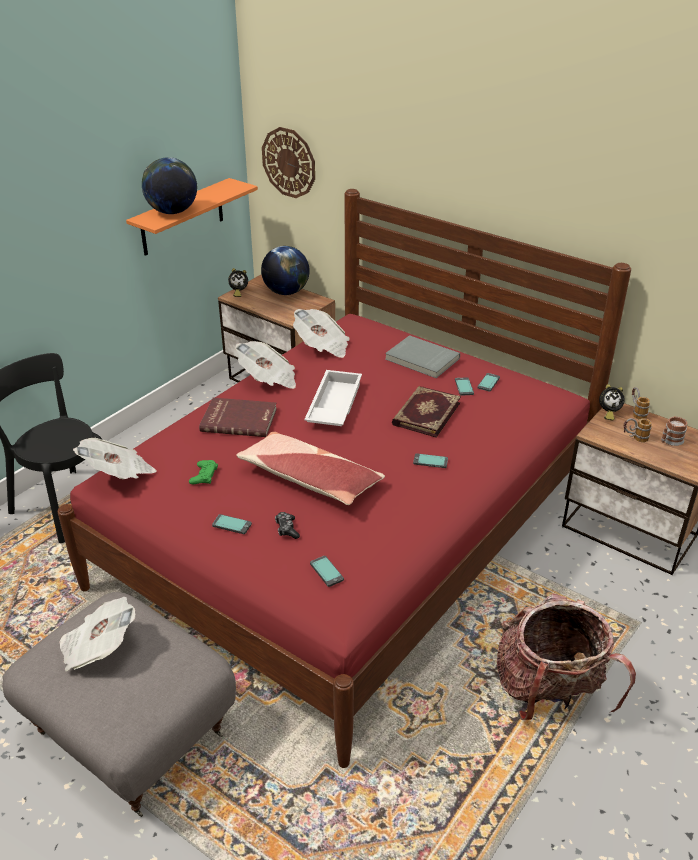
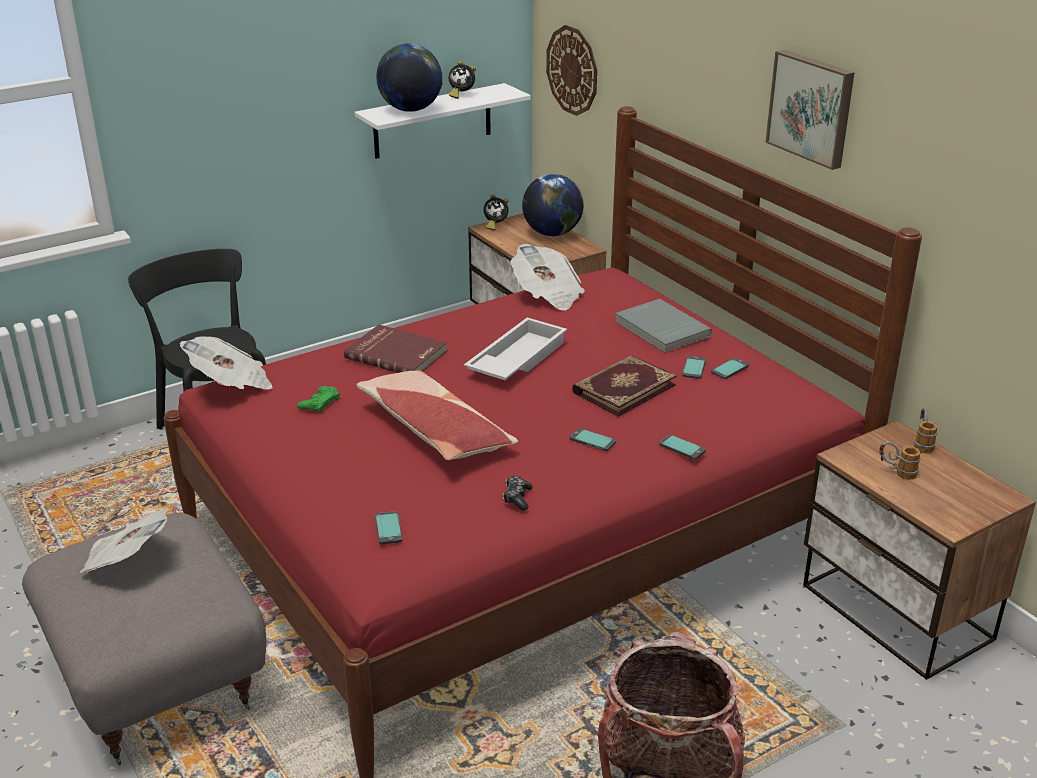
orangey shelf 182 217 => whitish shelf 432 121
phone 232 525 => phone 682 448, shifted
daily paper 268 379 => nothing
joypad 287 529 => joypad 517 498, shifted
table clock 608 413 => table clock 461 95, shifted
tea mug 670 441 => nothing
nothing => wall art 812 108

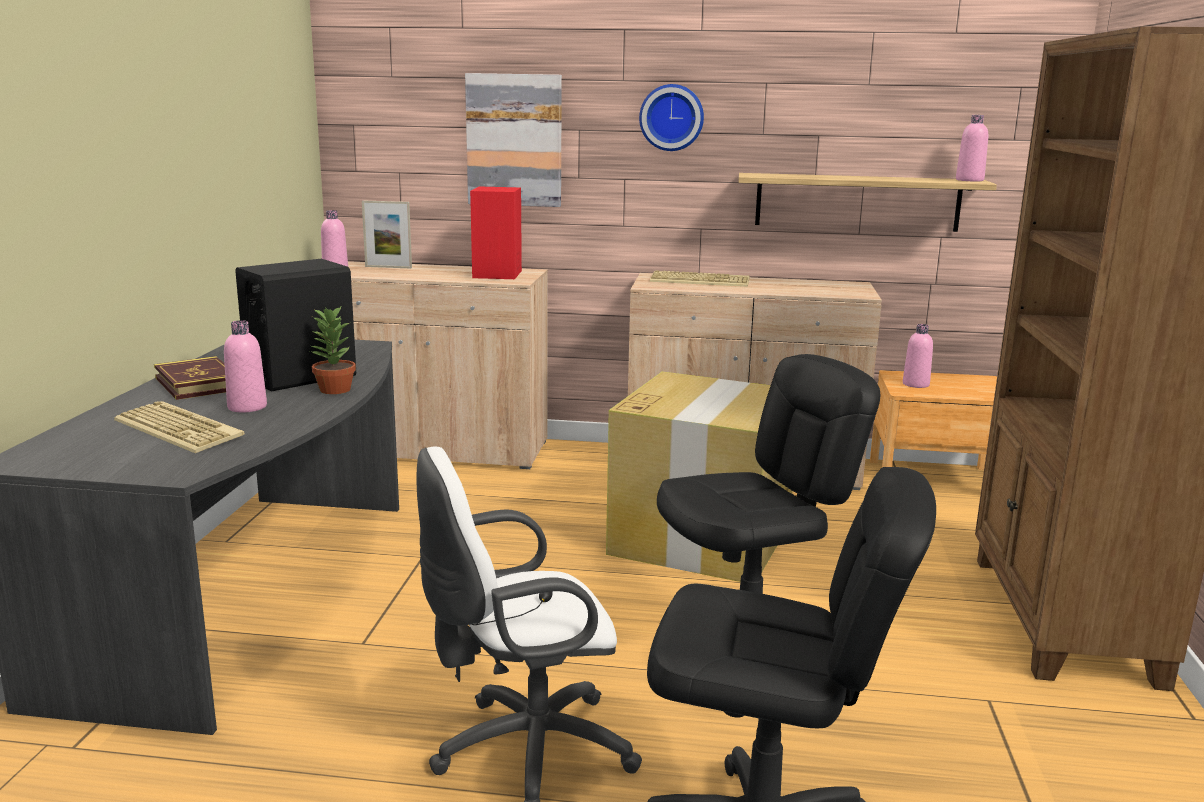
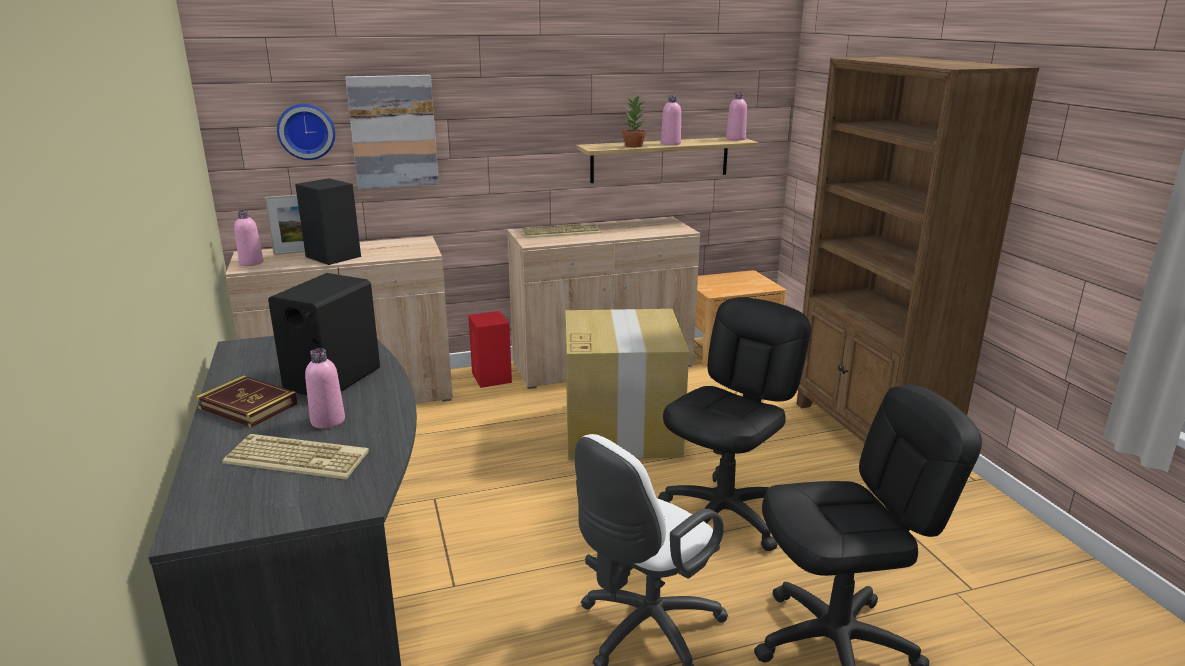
plant in a pot 334 390 => plant in a pot 633 146, shifted
red-coloured loudspeaker 497 274 => red-coloured loudspeaker 492 378, shifted
hanging clock 671 117 => hanging clock 306 131, shifted
pinkish bottle 915 384 => pinkish bottle 670 143, shifted
nothing => black loudspeaker 334 257

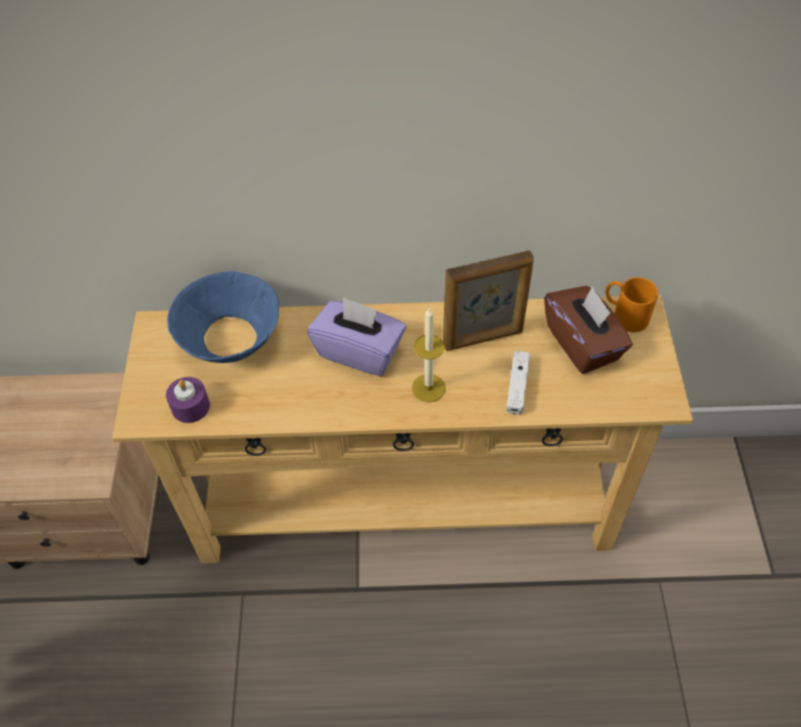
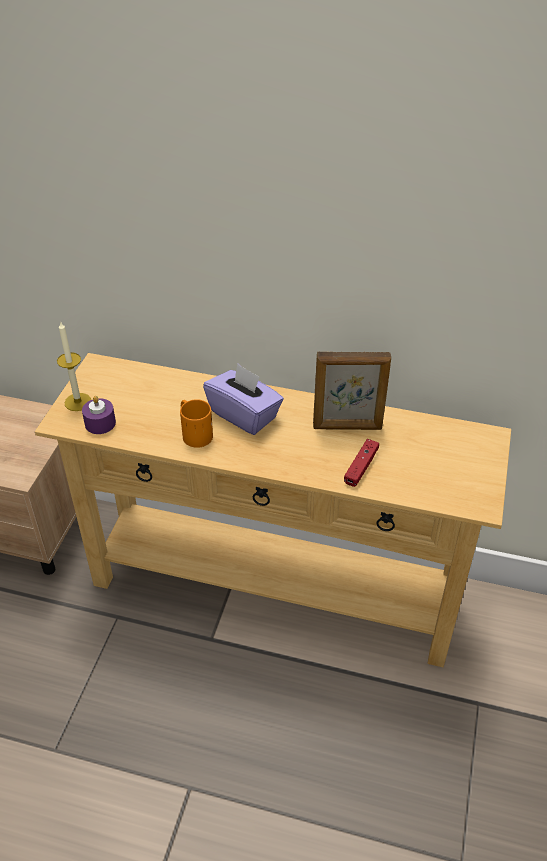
bluish serving bowl 230 340 => nothing
candle 428 388 => candle 78 402, shifted
whitish joypad 517 386 => red-coloured joypad 361 467
brown tissue holder 583 343 => nothing
orangey tea mug 624 315 => orangey tea mug 194 433, shifted

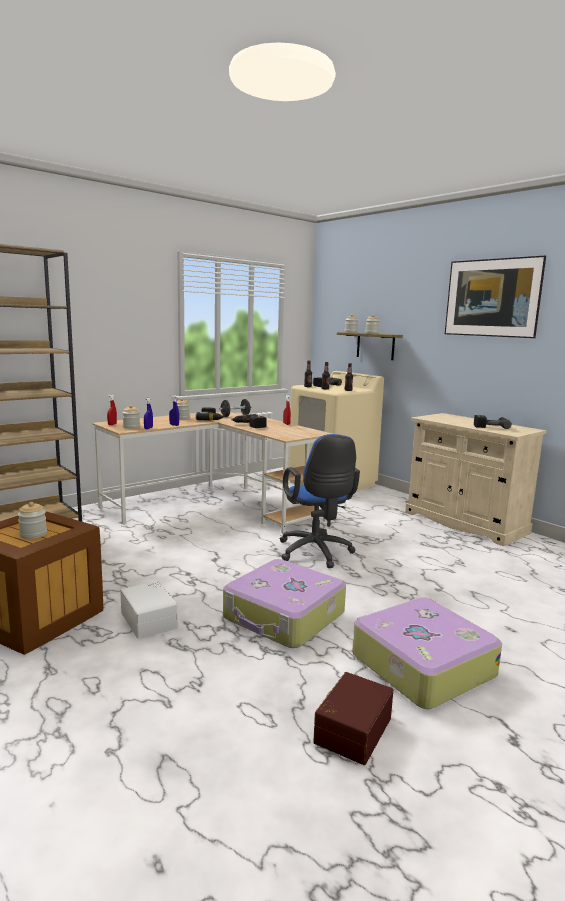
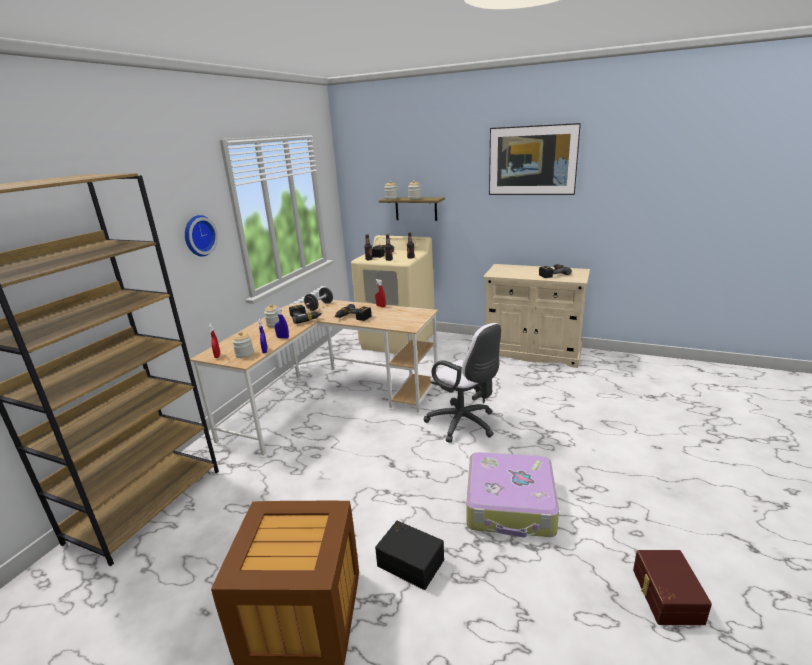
jar 33 534 => nothing
whitish storage container 150 619 => black storage container 411 561
bluish computer chair 316 553 => whitish computer chair 464 424
travel case 420 665 => nothing
nothing => hanging clock 198 235

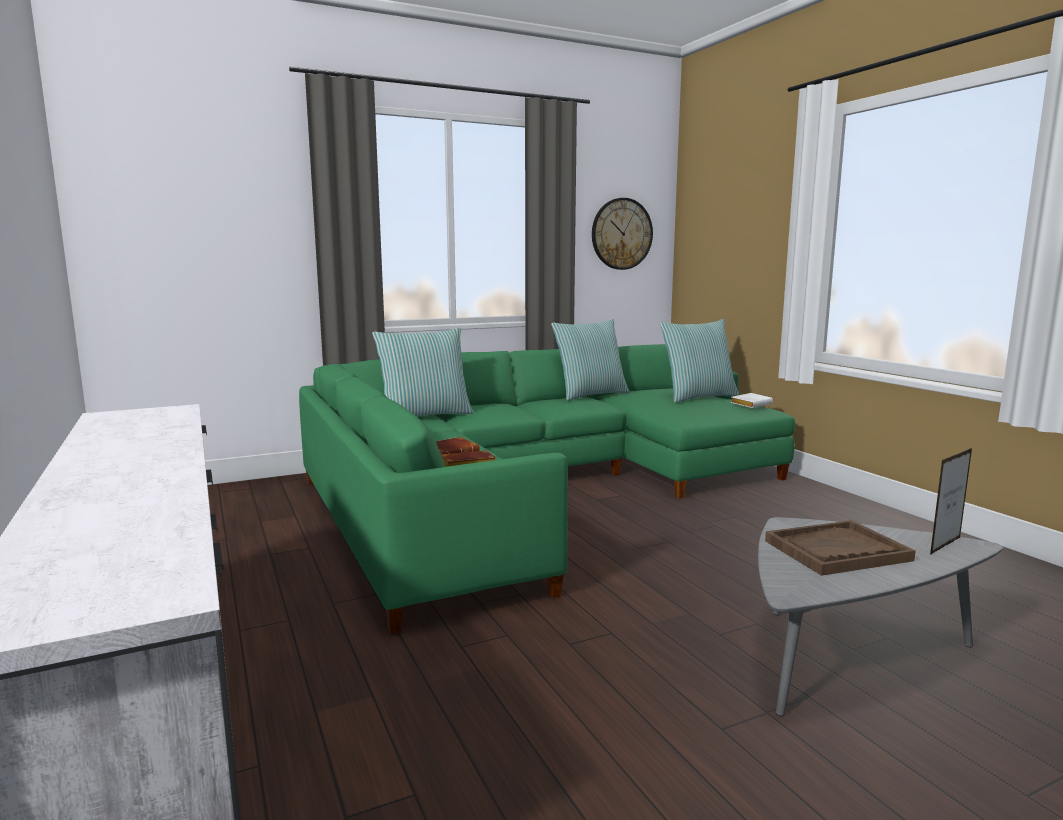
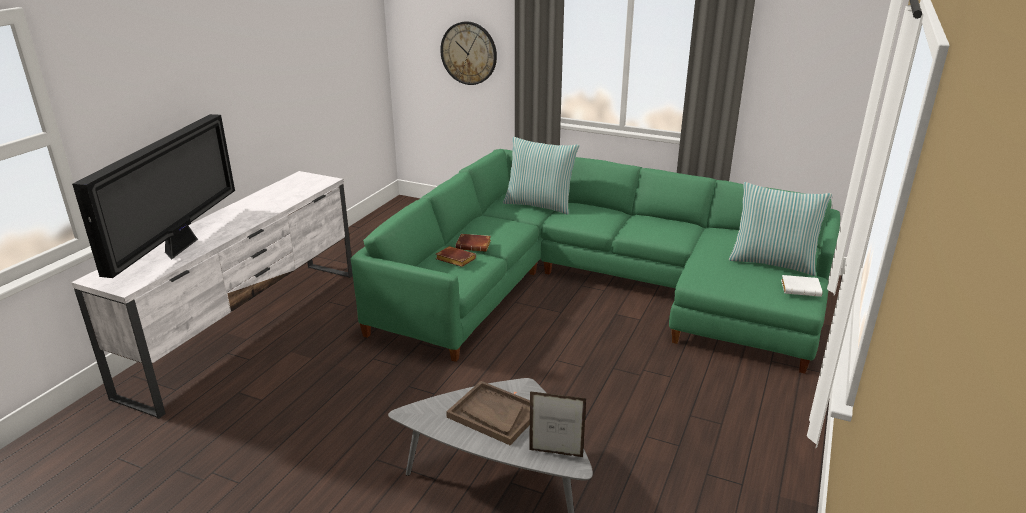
cushion 590 395 => nothing
hanging clock 621 234 => hanging clock 469 53, shifted
nothing => TV 181 247

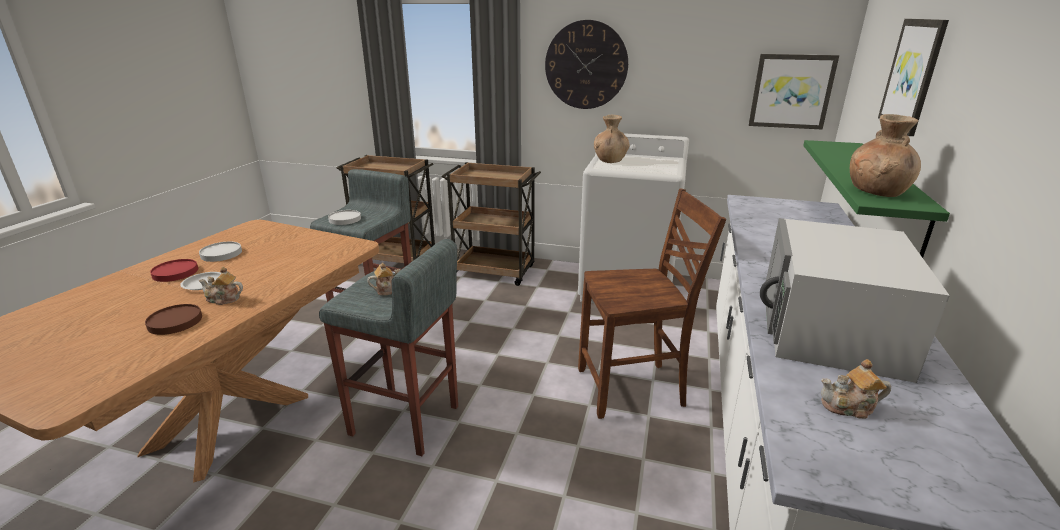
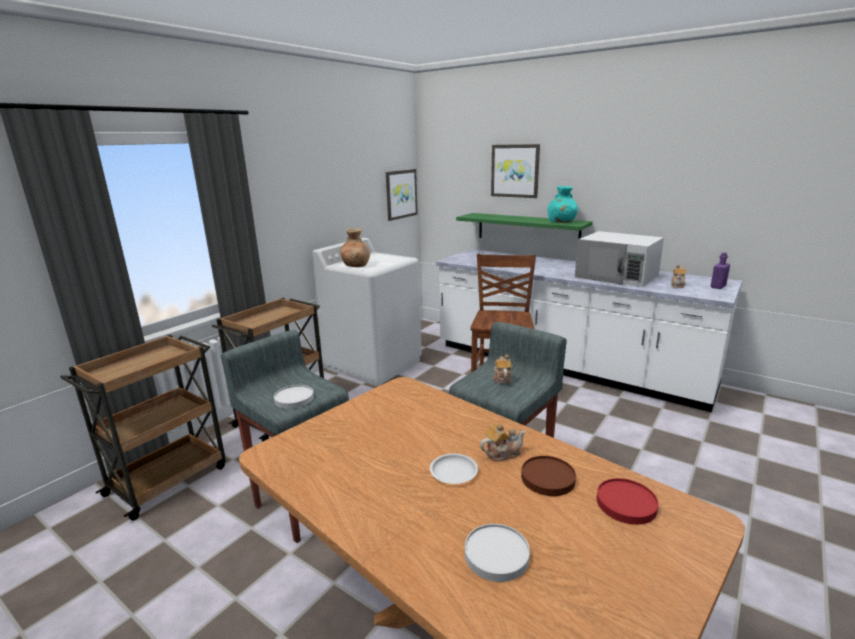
red-coloured dinner plate 175 272 => red-coloured dinner plate 625 503, shifted
whitish dinner plate 221 253 => whitish dinner plate 496 555, shifted
teapot 223 299 => teapot 502 453, 135 degrees counterclockwise
hanging clock 586 65 => nothing
brown flower vase 877 192 => turquoise-coloured flower vase 561 222
nothing => purple bottle 718 287

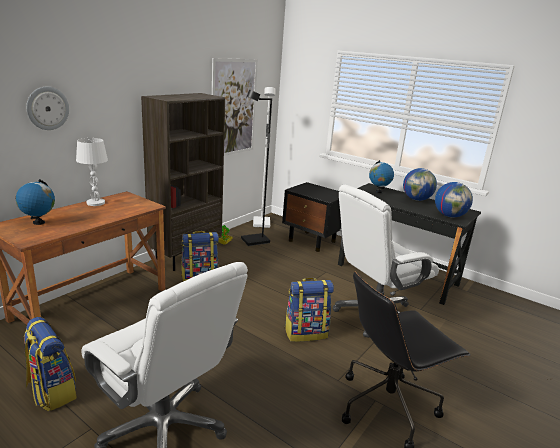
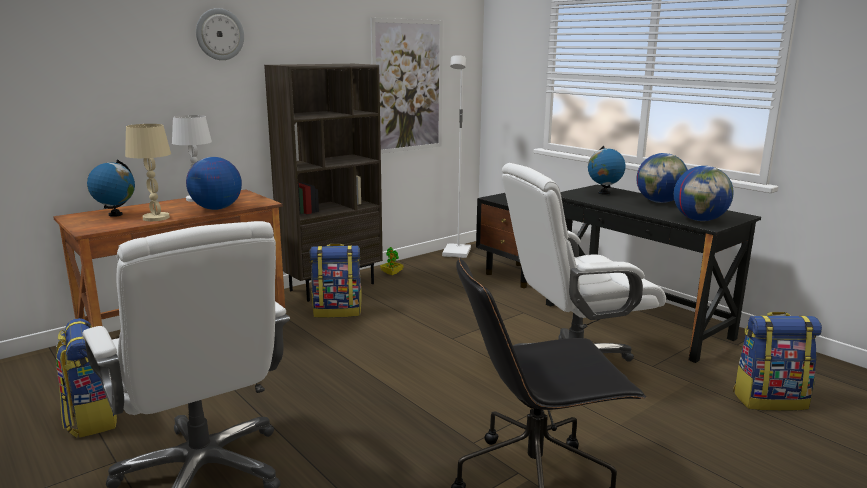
hanging clock 47 108 => hanging clock 219 34, shifted
black standing lamp 255 241 => nothing
backpack 306 333 => backpack 769 400, shifted
nothing => sand-coloured tabletop lamp 156 218
nothing => world globe 216 209

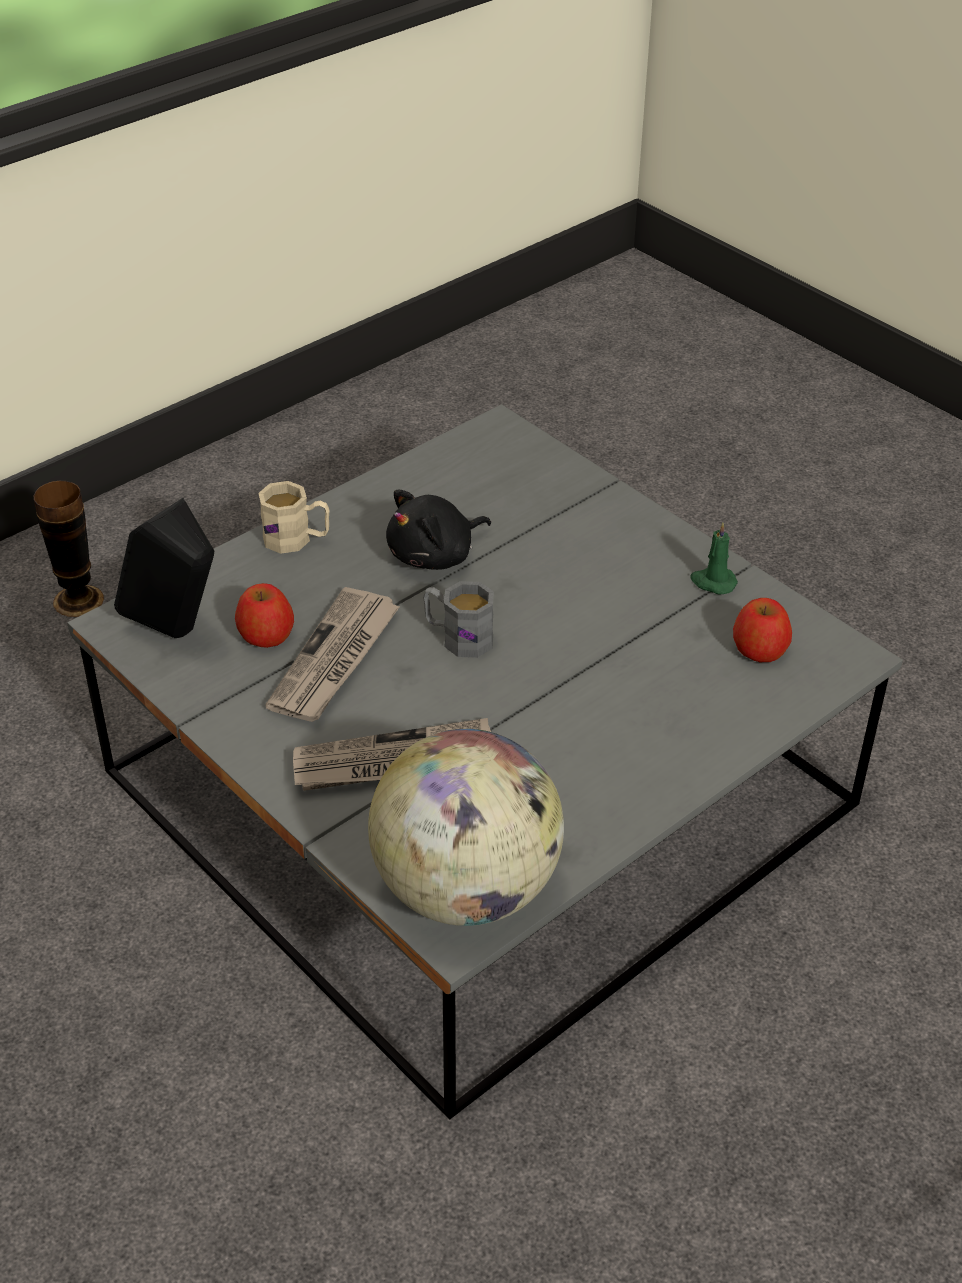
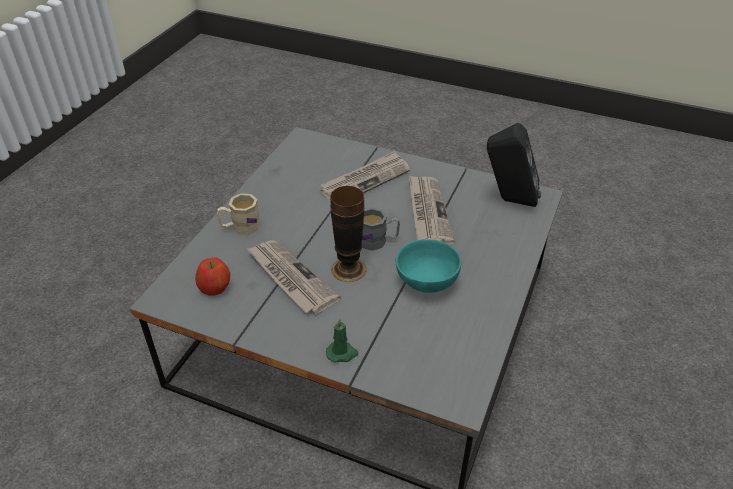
flower vase 78 600 => flower vase 348 269, shifted
apple fruit 266 633 => nothing
sand-coloured tea mug 297 539 => sand-coloured tea mug 240 227, shifted
world globe 466 889 => nothing
black cuddly toy 435 555 => turquoise-coloured serving bowl 425 282
green-coloured candle 712 582 => green-coloured candle 342 353, shifted
nothing => daily paper 290 278

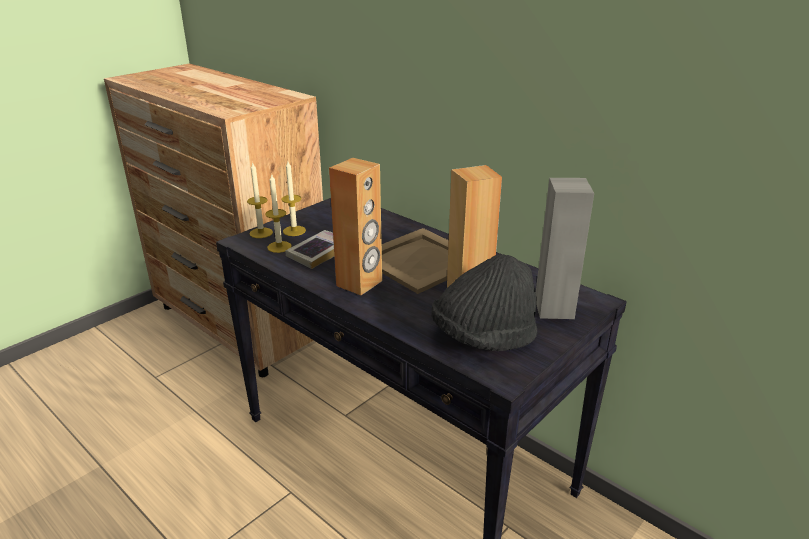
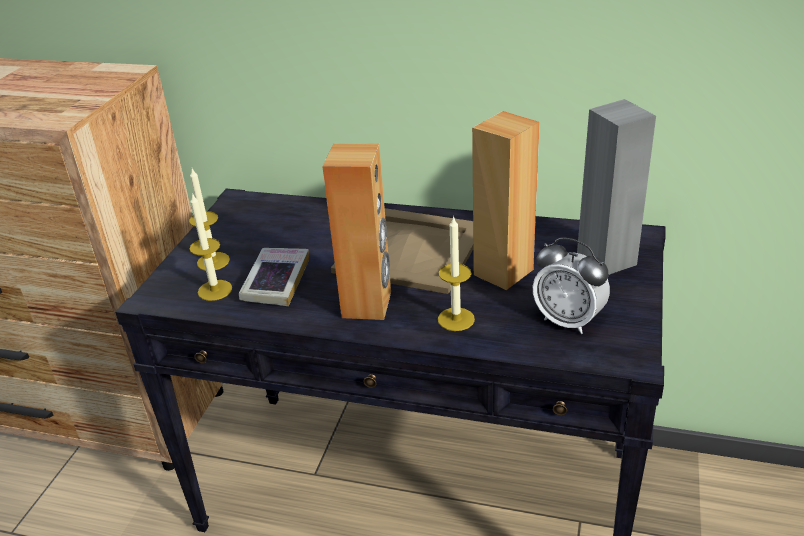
candle 261 233 => candle 456 319, shifted
black hat 483 337 => table clock 568 321

